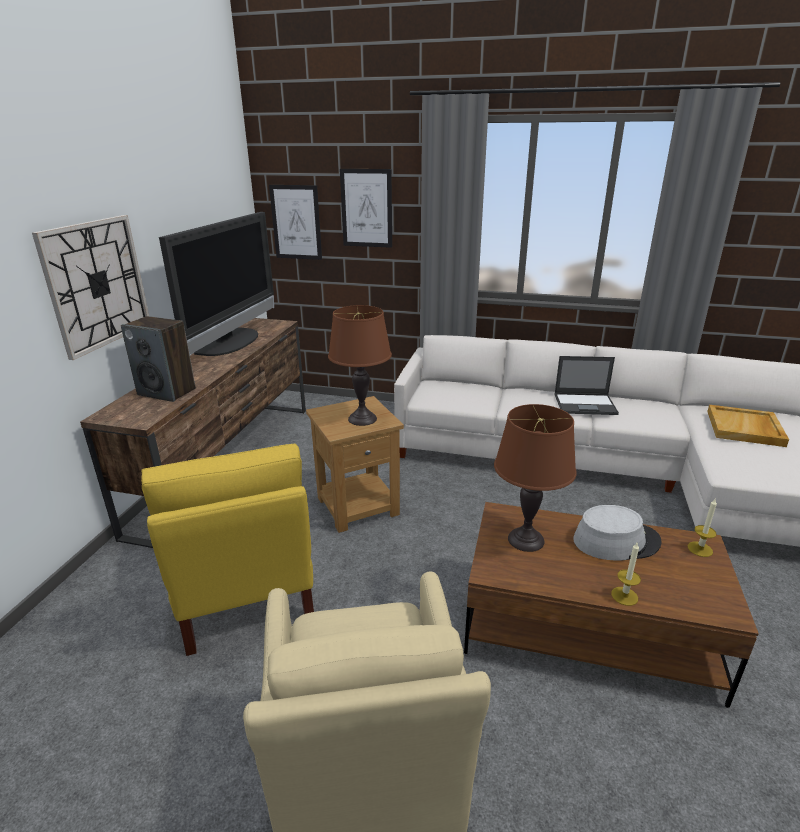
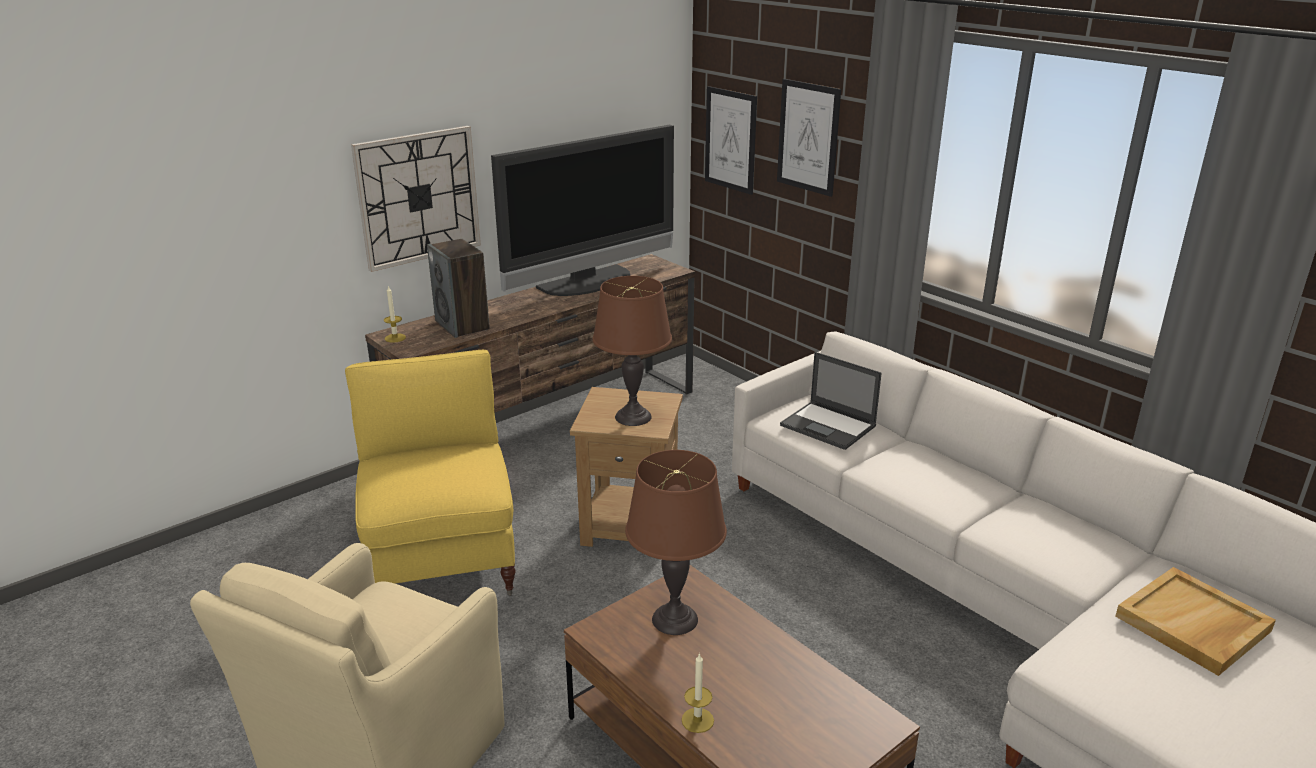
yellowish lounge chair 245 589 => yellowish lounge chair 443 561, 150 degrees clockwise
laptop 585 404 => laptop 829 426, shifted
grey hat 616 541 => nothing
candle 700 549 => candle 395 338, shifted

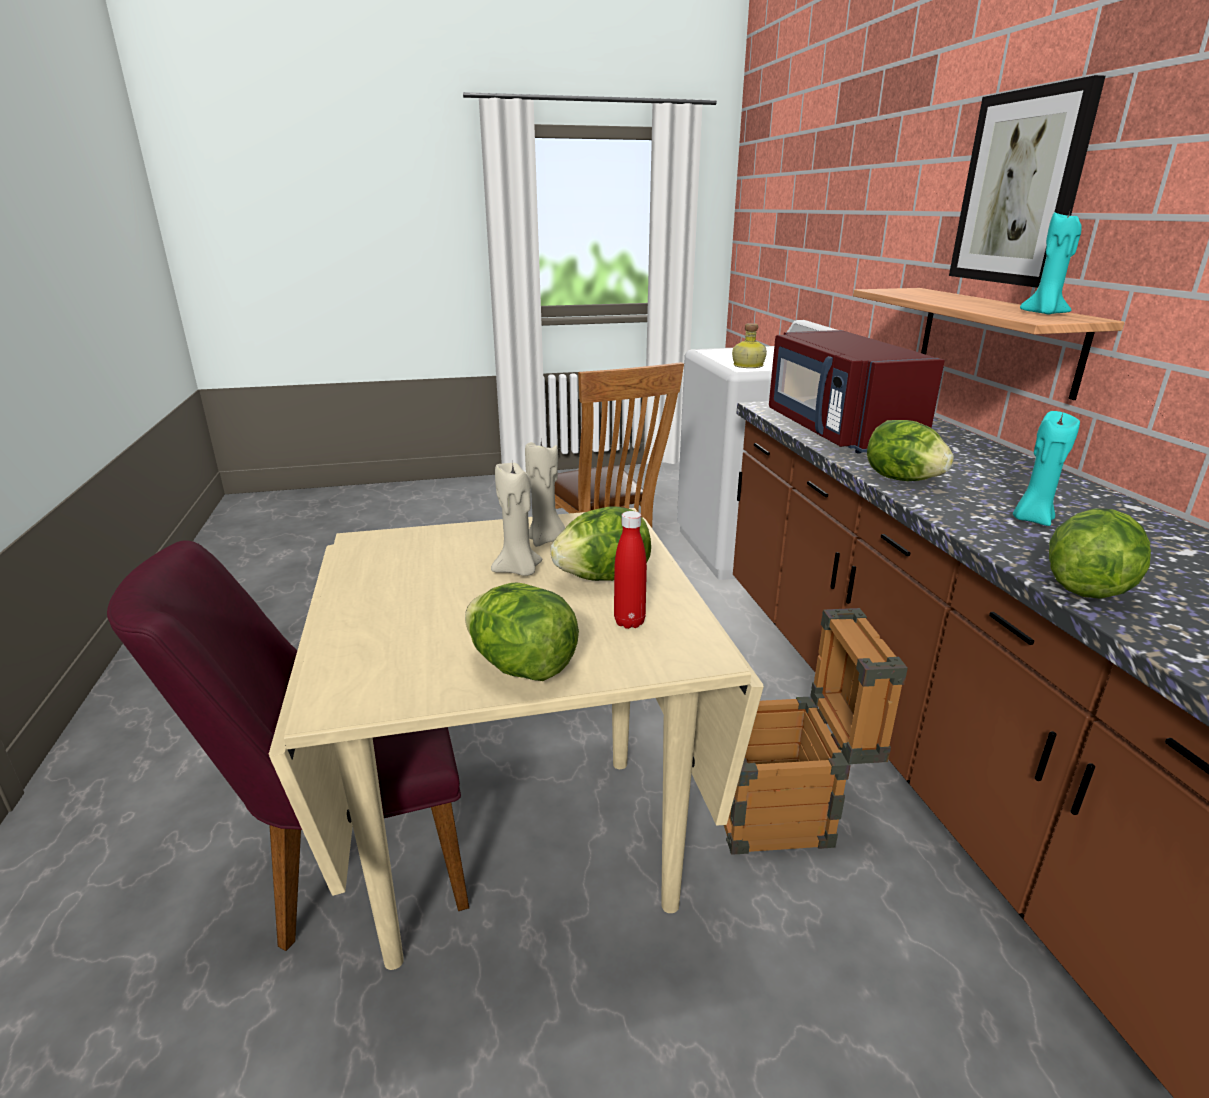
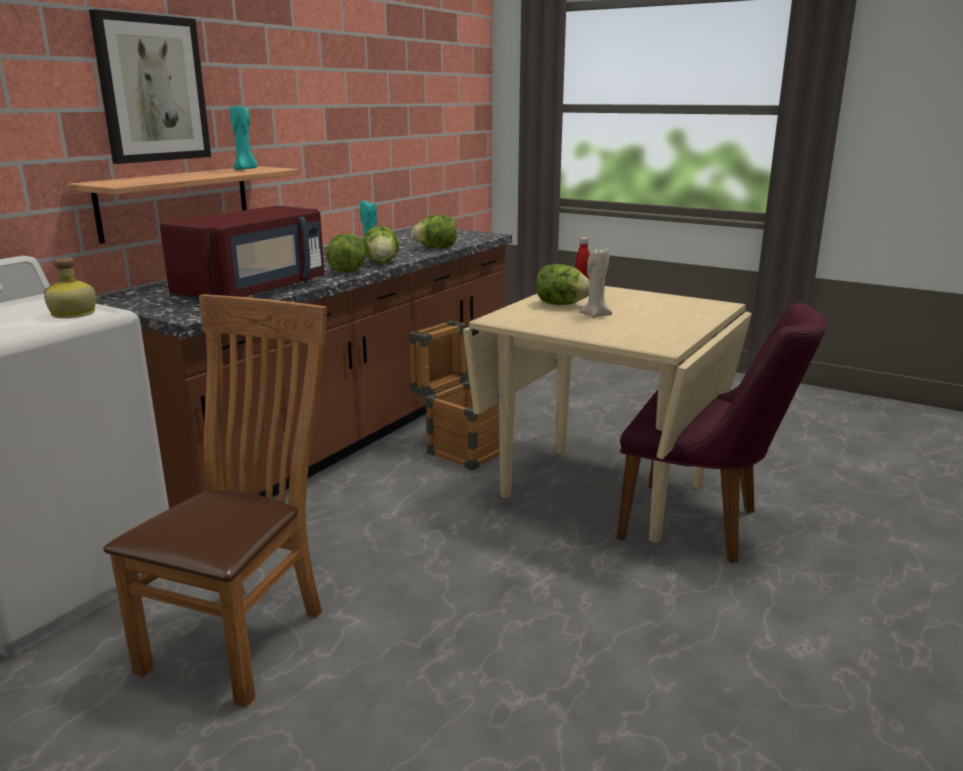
lettuce 522 667 => lettuce 382 263, shifted
sand-coloured candle 546 540 => nothing

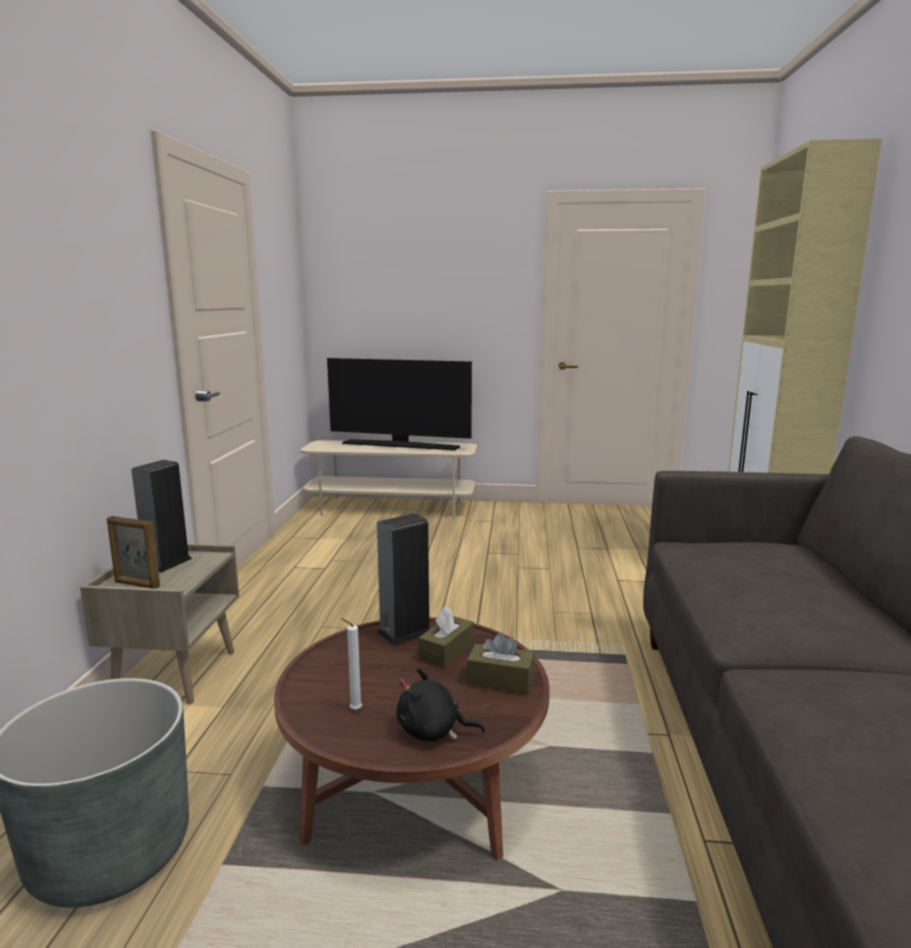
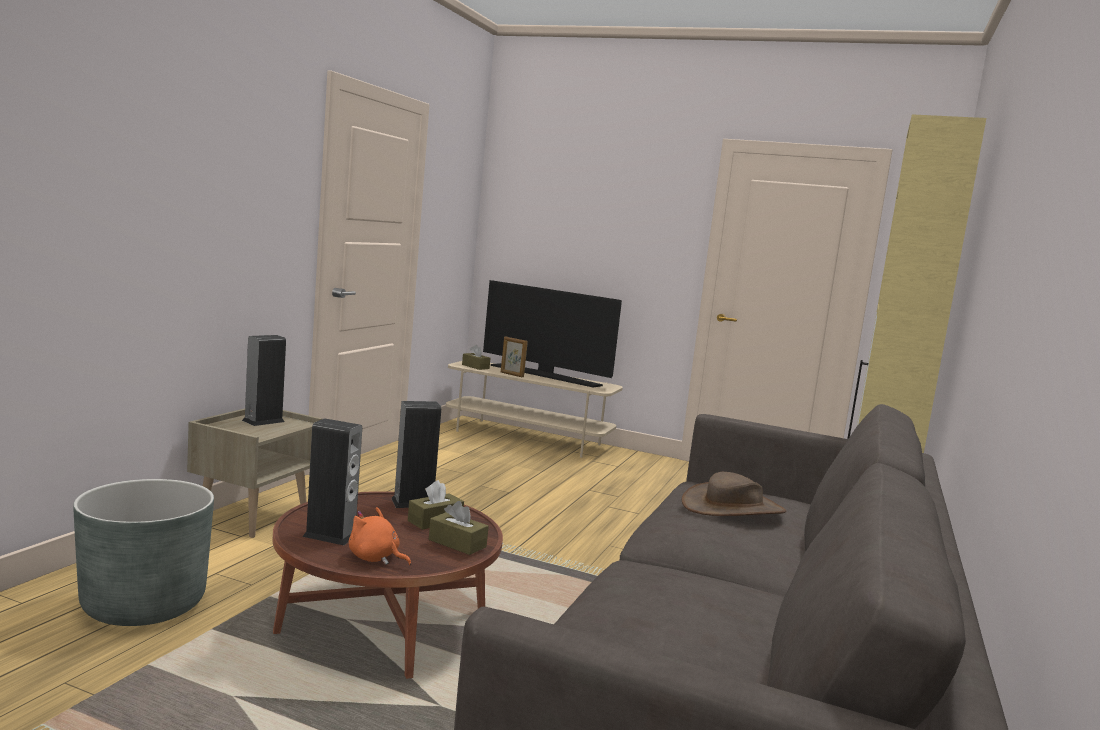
standing frame 137 585 => standing frame 511 374, shifted
whitish candle 353 710 => loudspeaker 330 535
black cuddly toy 433 731 => orangey cuddly toy 375 558
nothing => brown tissue holder 475 366
nothing => brown hat 733 508

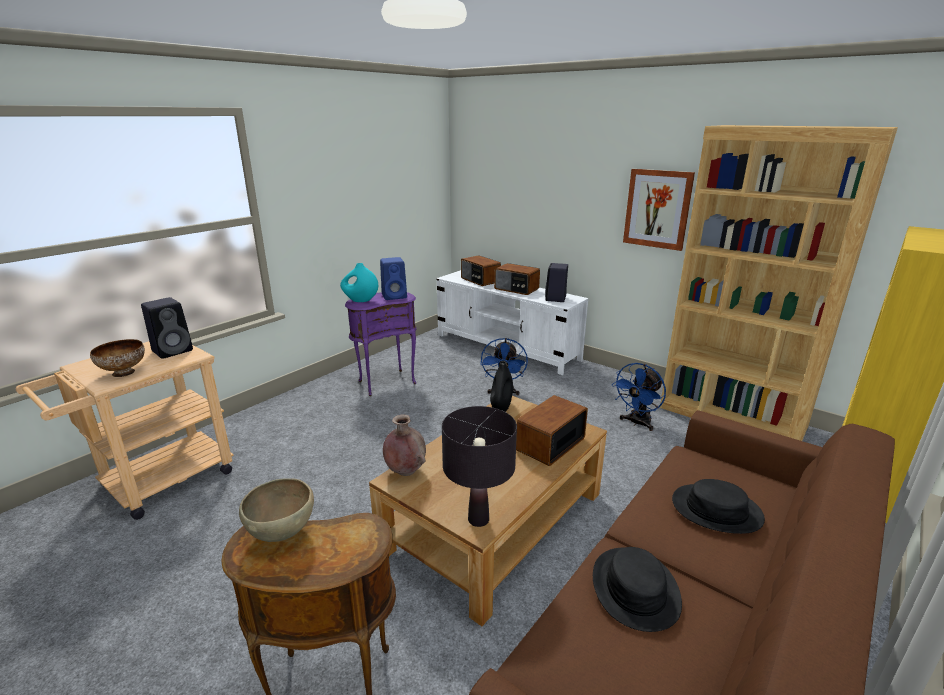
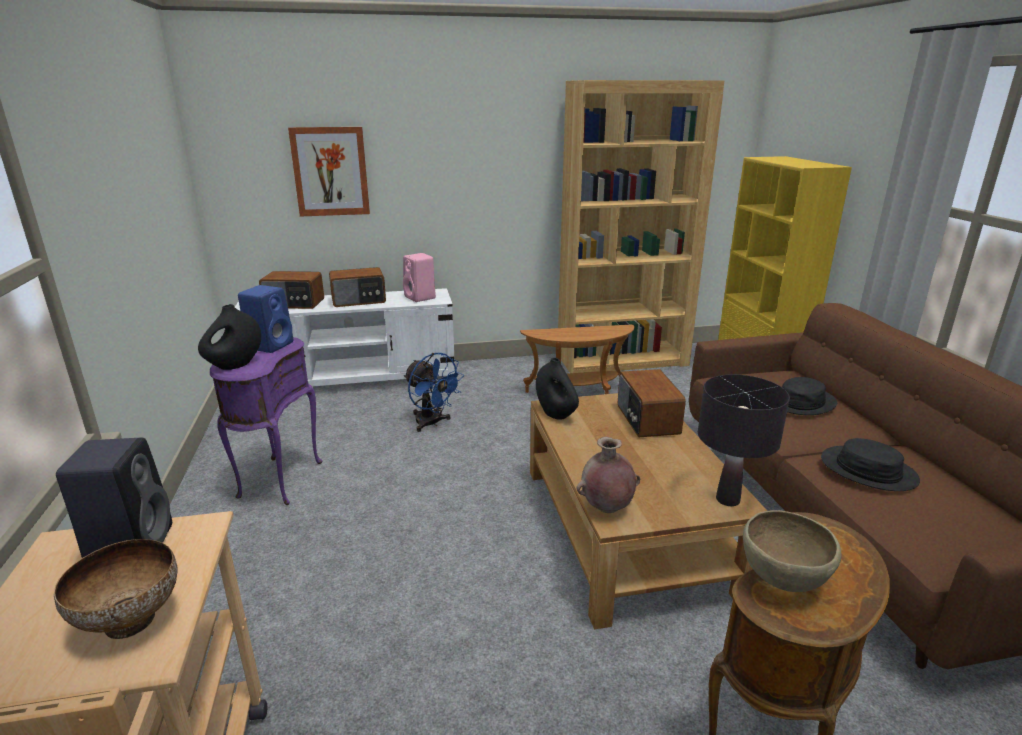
turquoise-coloured flower vase 360 300 => black flower vase 235 365
black loudspeaker 555 299 => pinkish loudspeaker 420 298
bluish cooling fan 637 423 => brown side table 578 394
wall art 657 209 => wall art 330 171, shifted

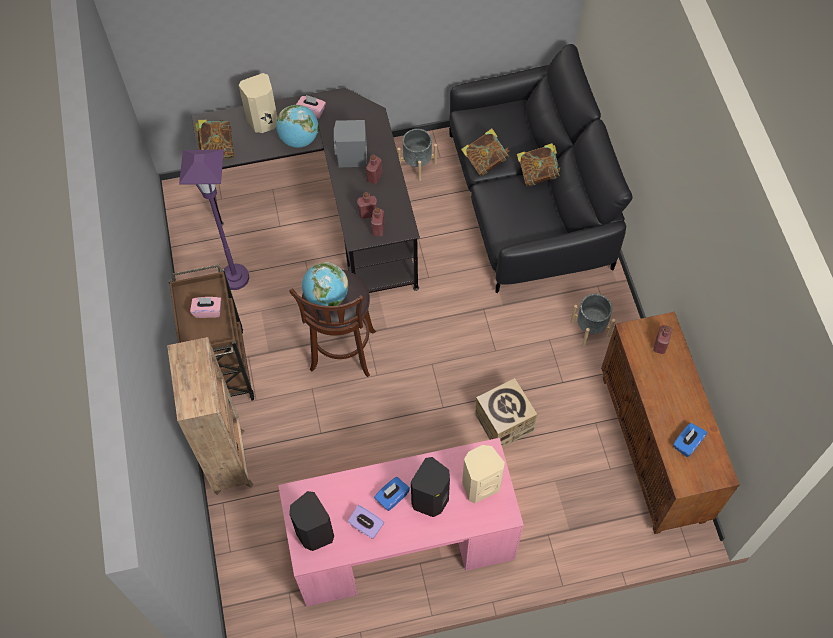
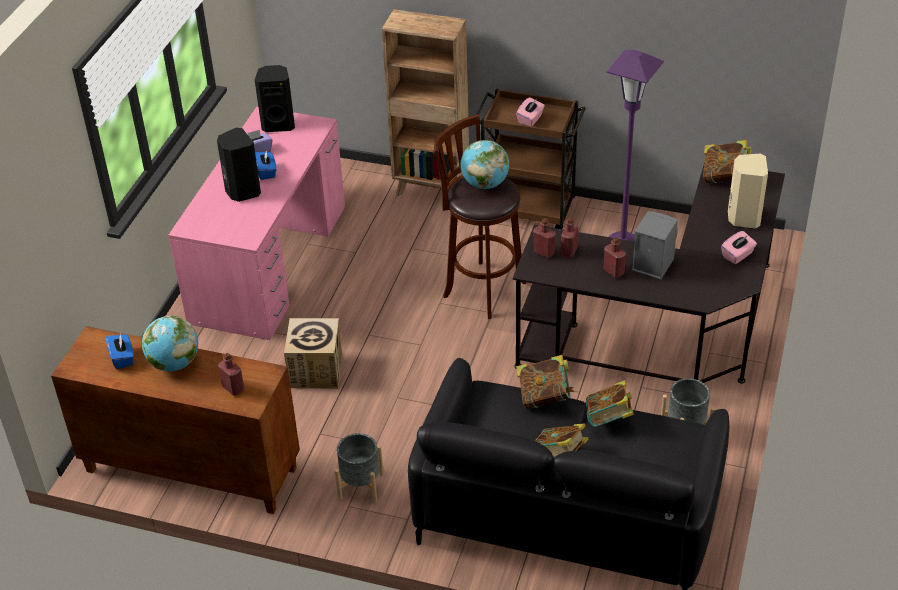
world globe 299 139 => world globe 174 363, shifted
sand-coloured loudspeaker 480 485 => nothing
nothing => bound book 544 397

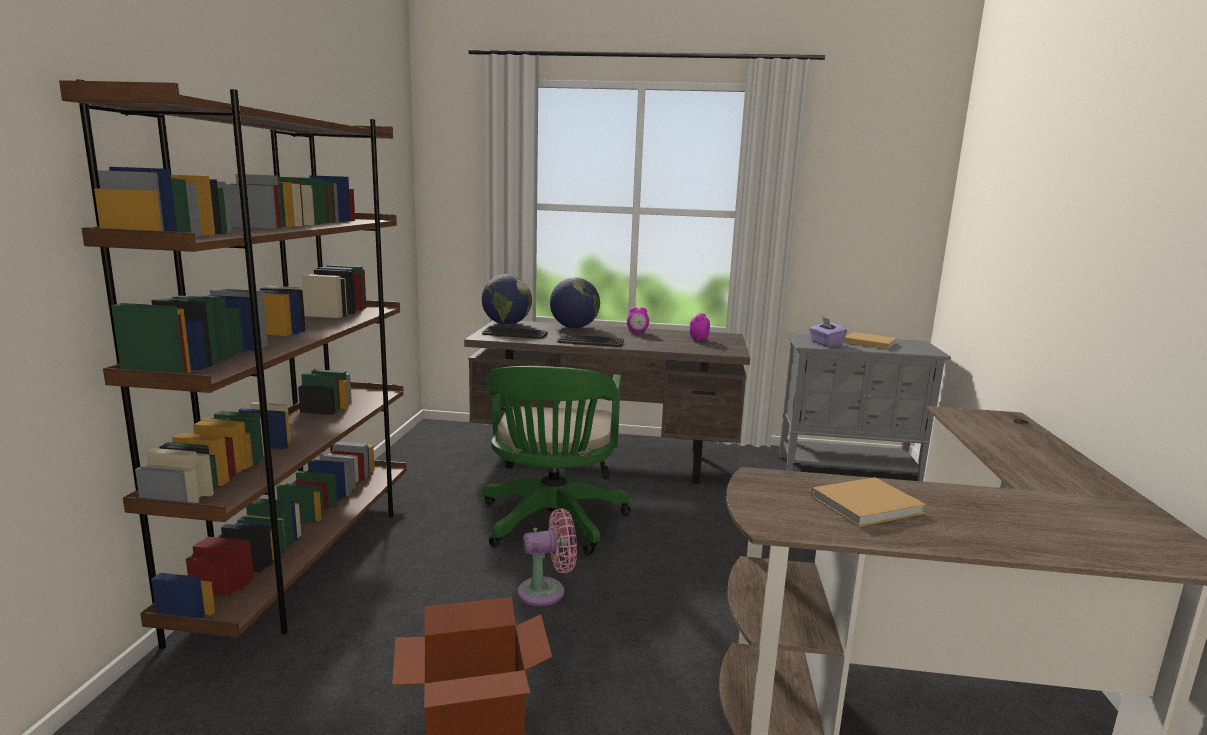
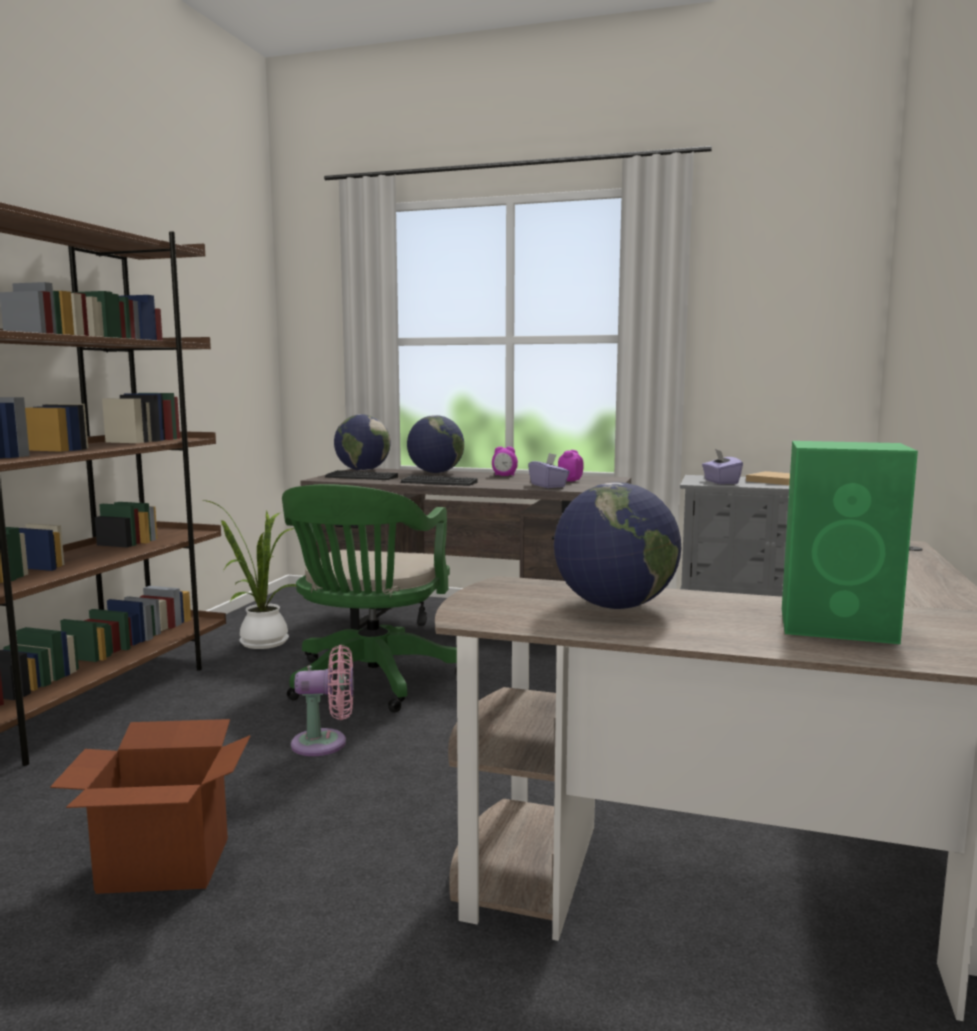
sand-coloured bound book 869 504 => world globe 614 606
nothing => plant in a pot 260 642
nothing => purple tissue holder 548 486
nothing => green-coloured loudspeaker 840 625

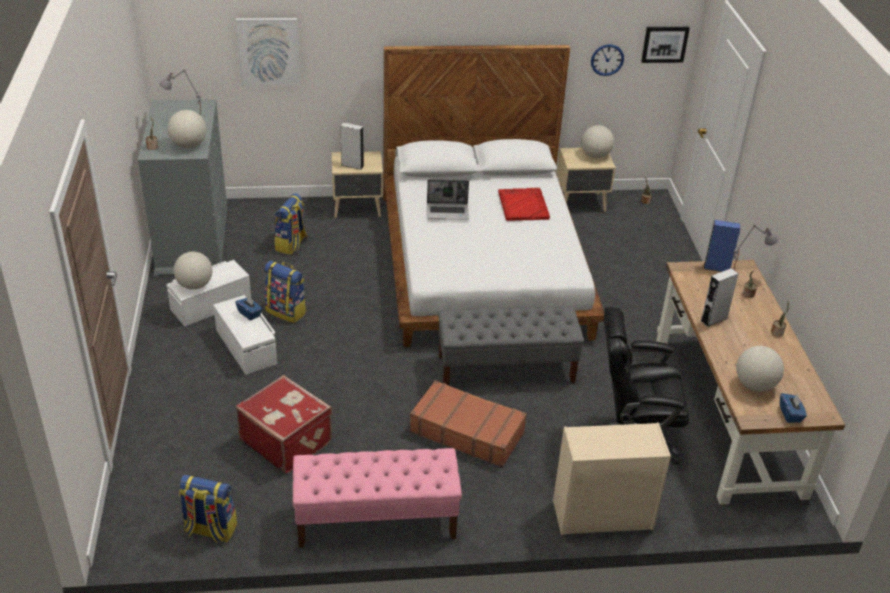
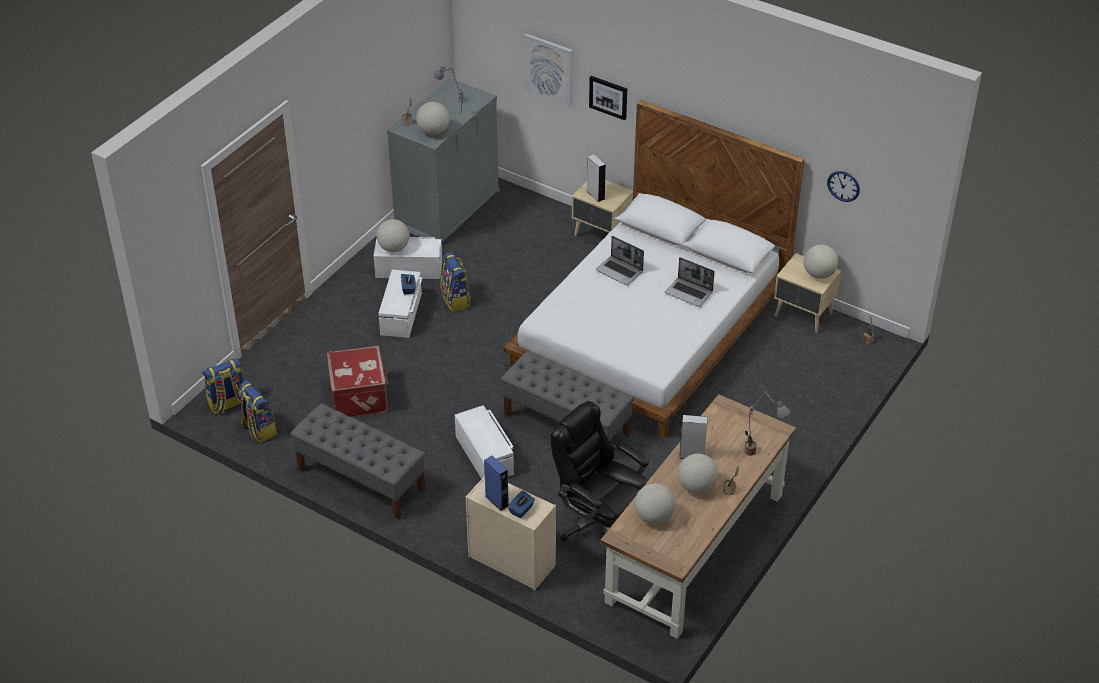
backpack 291 244 => backpack 228 404, shifted
pinkish indoor bench 375 521 => grey indoor bench 360 480
brown travel case 467 432 => whitish storage container 485 455
red-coloured tray 523 205 => laptop 689 293
wall art 664 44 => wall art 608 97, shifted
bluish loudspeaker 716 268 => bluish loudspeaker 497 501, shifted
bluish tissue holder 790 414 => bluish tissue holder 521 510, shifted
nothing => world globe 696 487

